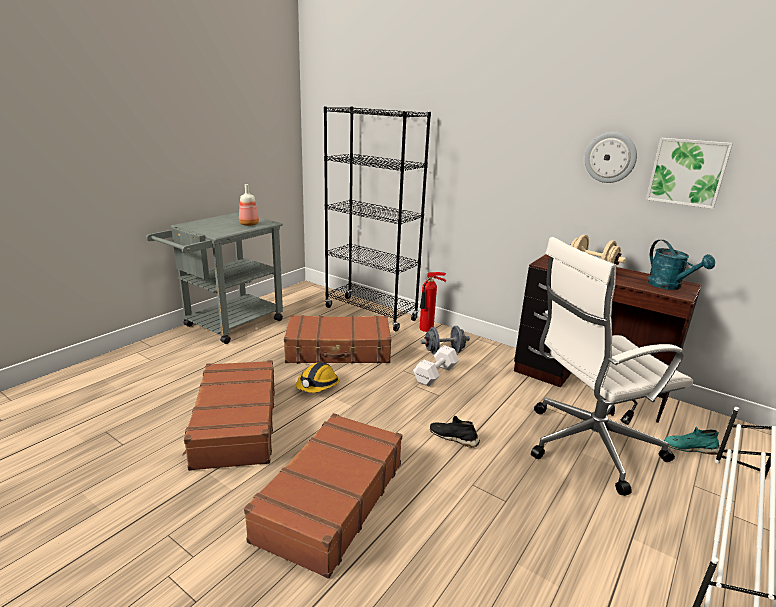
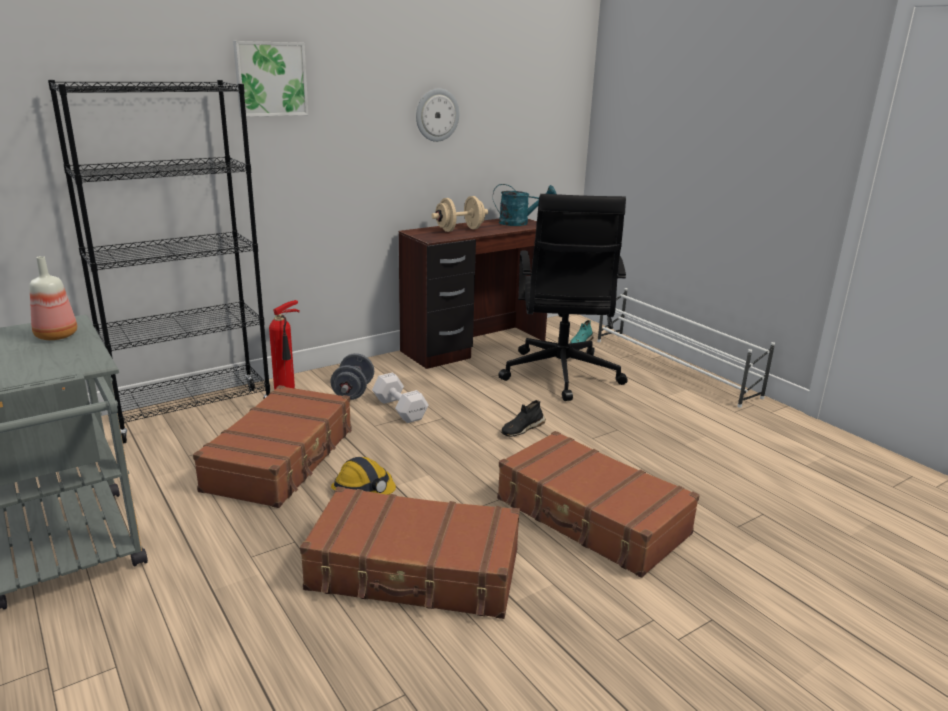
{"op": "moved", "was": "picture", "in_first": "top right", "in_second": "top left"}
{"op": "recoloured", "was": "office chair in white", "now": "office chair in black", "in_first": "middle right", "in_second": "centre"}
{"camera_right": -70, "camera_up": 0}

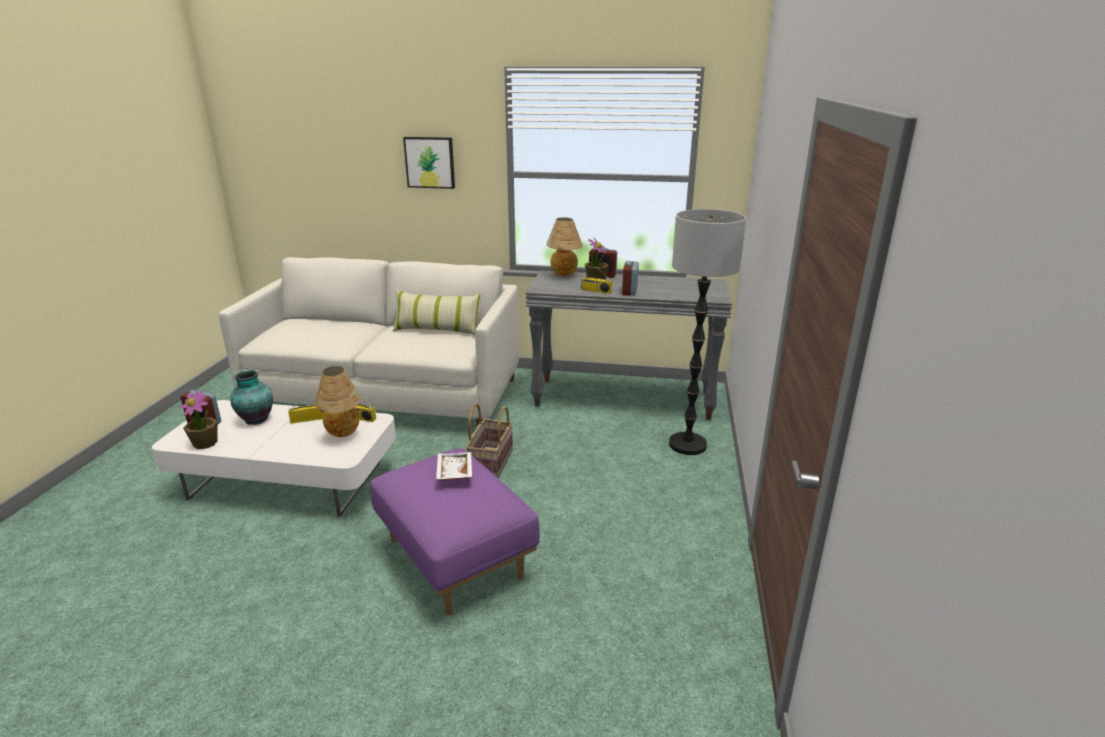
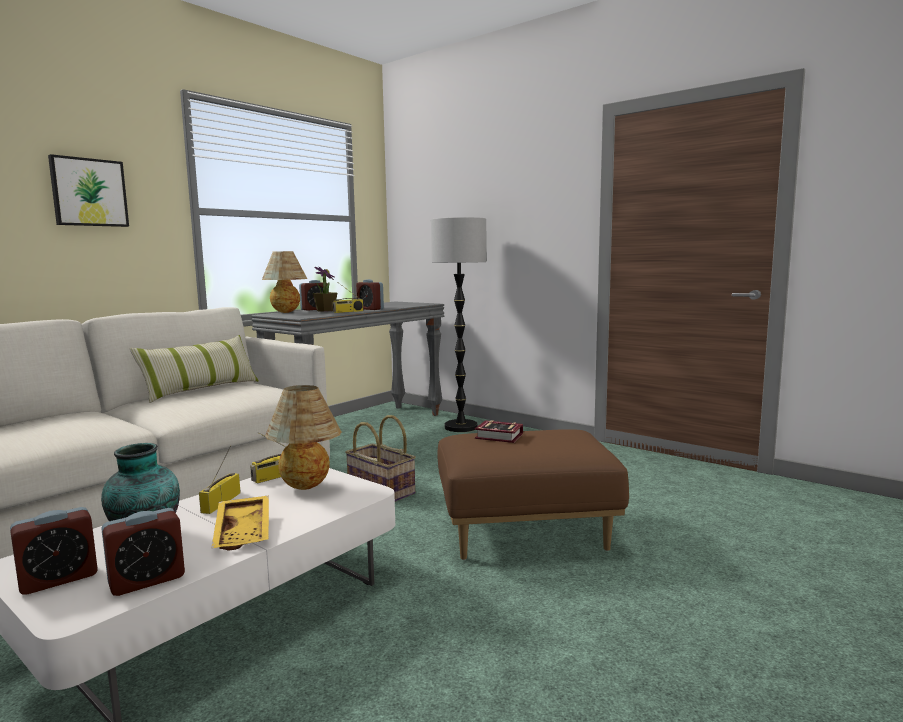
{"op": "added", "now": "tray in yellow", "in_second": "bottom left"}
{"op": "replaced", "was": "potted plant (1st from left)", "now": "alarm clock (2nd from left)", "in_first": "middle left", "in_second": "bottom left"}
{"op": "replaced", "was": "tray in white", "now": "book", "in_first": "centre", "in_second": "centre"}
{"op": "recoloured", "was": "ottoman in purple", "now": "ottoman in brown", "in_first": "bottom centre", "in_second": "bottom centre"}
{"camera_right": -60, "camera_up": -15}

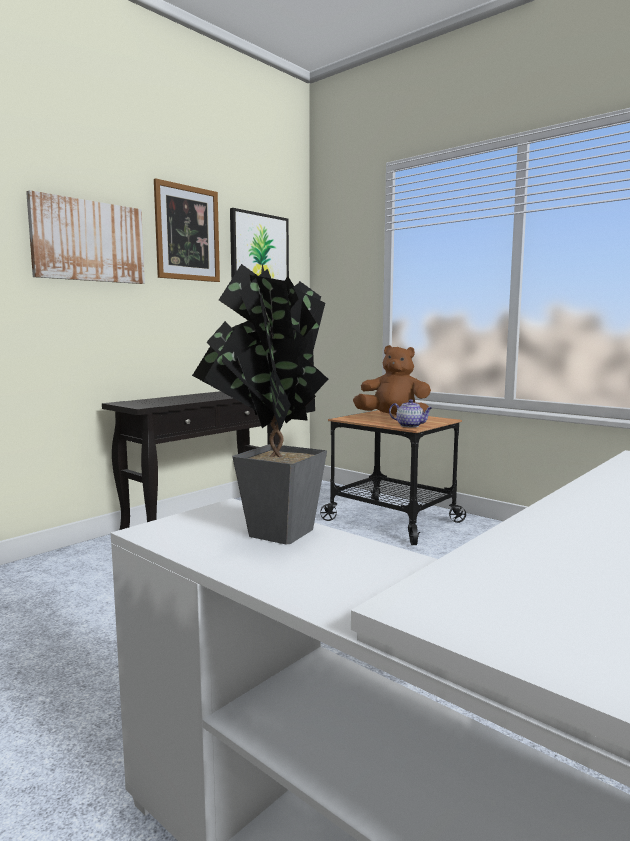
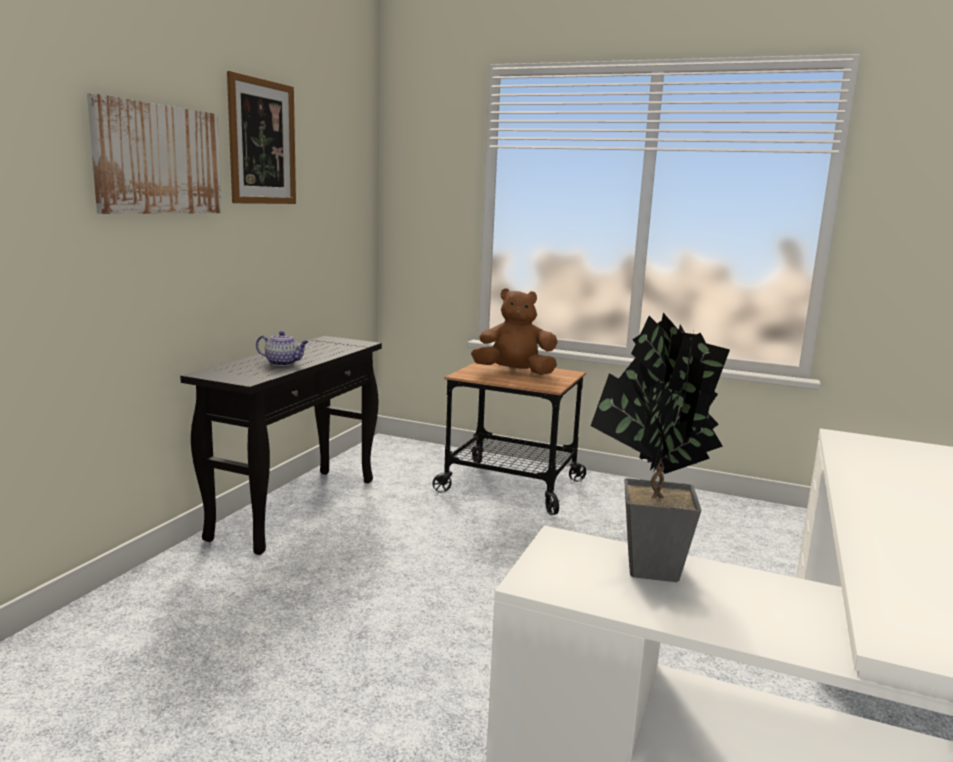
{"op": "removed", "was": "picture (3rd from left)", "in_first": "top centre"}
{"op": "moved", "was": "teapot", "in_first": "centre", "in_second": "middle left"}
{"camera_right": -20, "camera_up": 5}

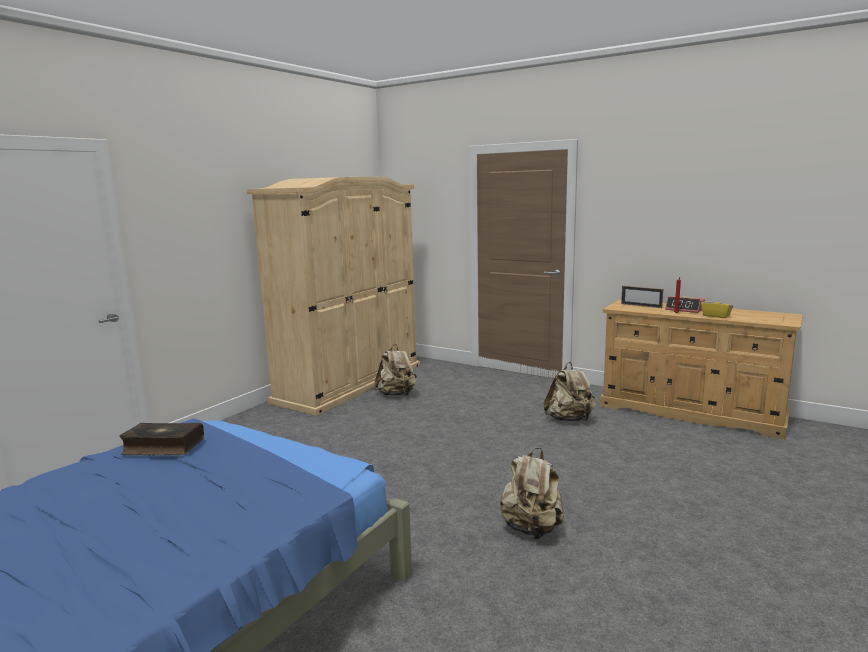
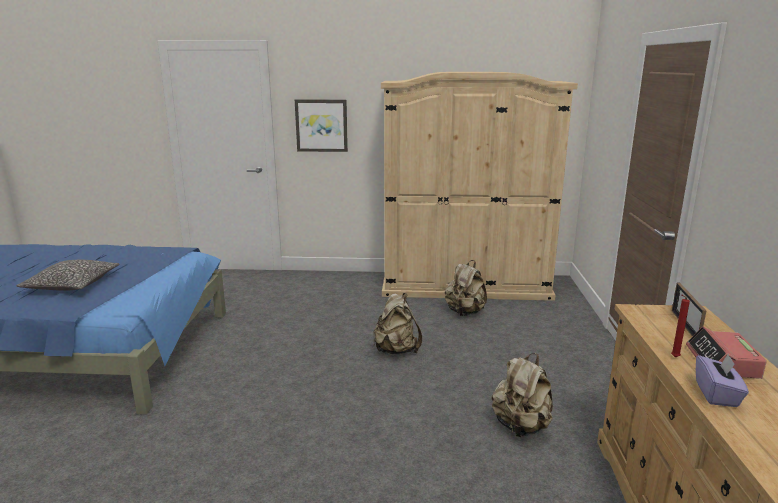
{"op": "removed", "was": "book", "in_first": "bottom left"}
{"op": "added", "now": "pillow", "in_second": "middle left"}
{"op": "added", "now": "picture", "in_second": "top centre"}
{"op": "moved", "was": "backpack in beige (2nd from left in the first image)", "now": "backpack in beige (1st from left)", "in_first": "bottom centre", "in_second": "centre"}
{"op": "recoloured", "was": "tissue box in yellow", "now": "tissue box in purple", "in_first": "middle right", "in_second": "bottom right"}
{"camera_right": 60, "camera_up": 5}

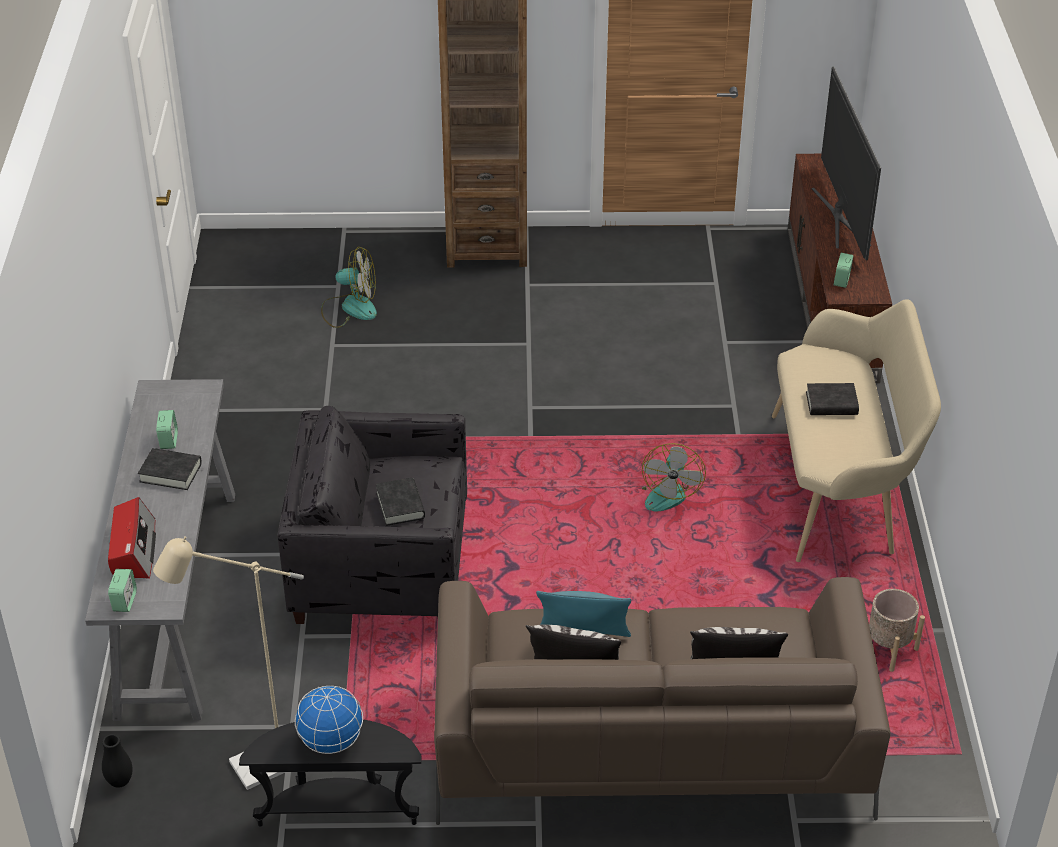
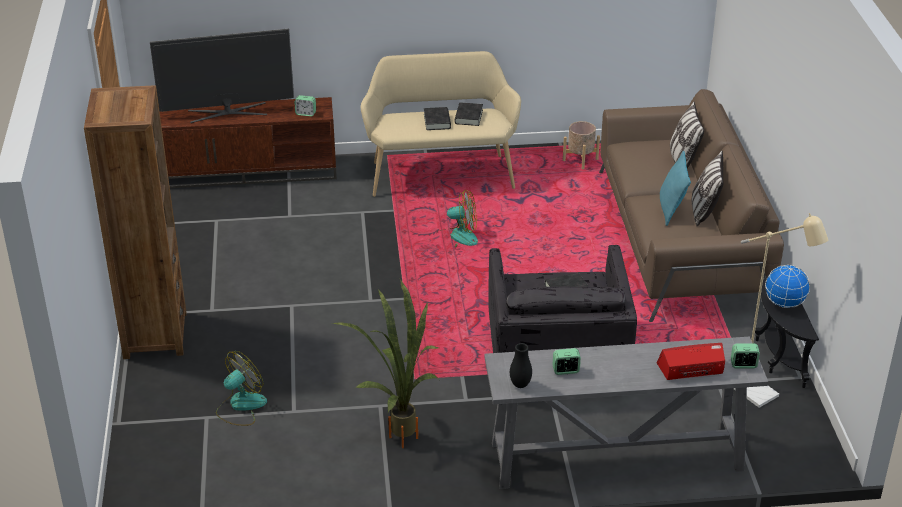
{"op": "added", "now": "potted plant", "in_second": "bottom centre"}
{"op": "moved", "was": "vase in black", "in_first": "bottom left", "in_second": "bottom centre"}
{"op": "moved", "was": "book in black (1st from left in the first image)", "now": "book in black (2nd from left)", "in_first": "middle left", "in_second": "top centre"}
{"op": "turned", "was": "fan (1st from left)", "in_first": "middle left", "in_second": "bottom left", "clockwise": 45}
{"camera_right": -95, "camera_up": -5}

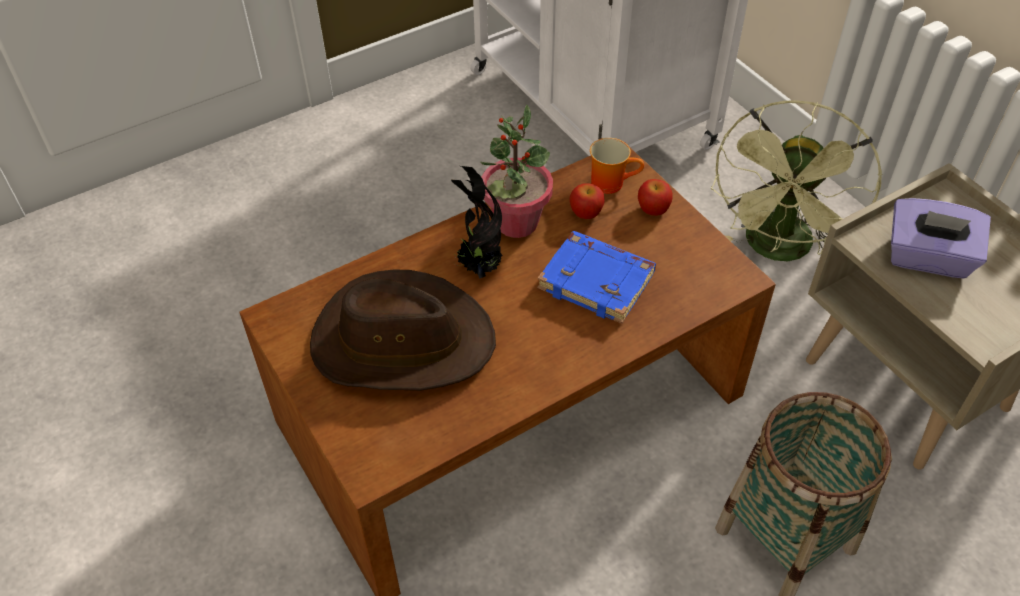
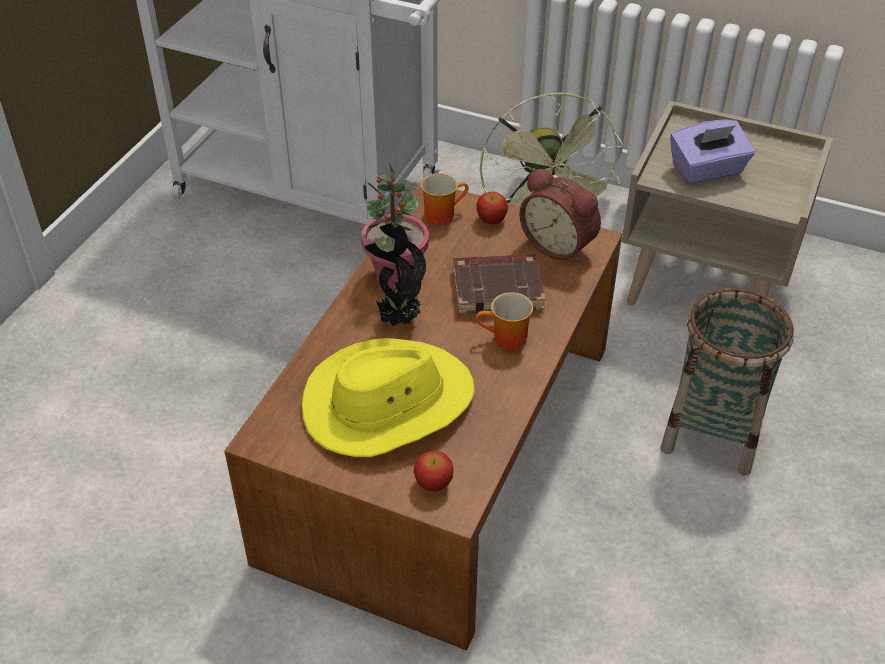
{"op": "added", "now": "mug (2nd from left)", "in_second": "centre"}
{"op": "added", "now": "alarm clock", "in_second": "top centre"}
{"op": "moved", "was": "apple (1st from left)", "in_first": "centre", "in_second": "bottom centre"}
{"op": "recoloured", "was": "hat in brown", "now": "hat in yellow", "in_first": "centre", "in_second": "centre"}
{"op": "recoloured", "was": "book in blue", "now": "book in brown", "in_first": "centre", "in_second": "centre"}
{"camera_right": -35, "camera_up": -5}

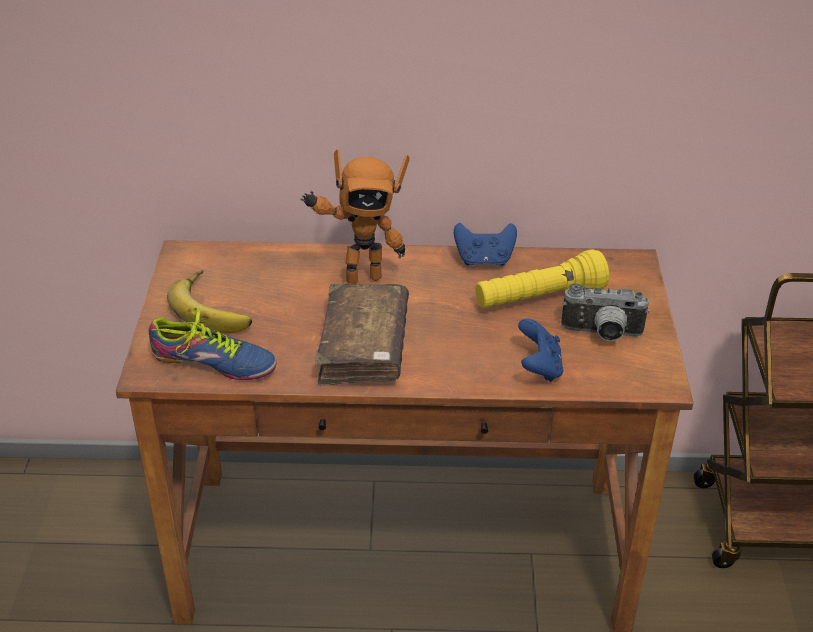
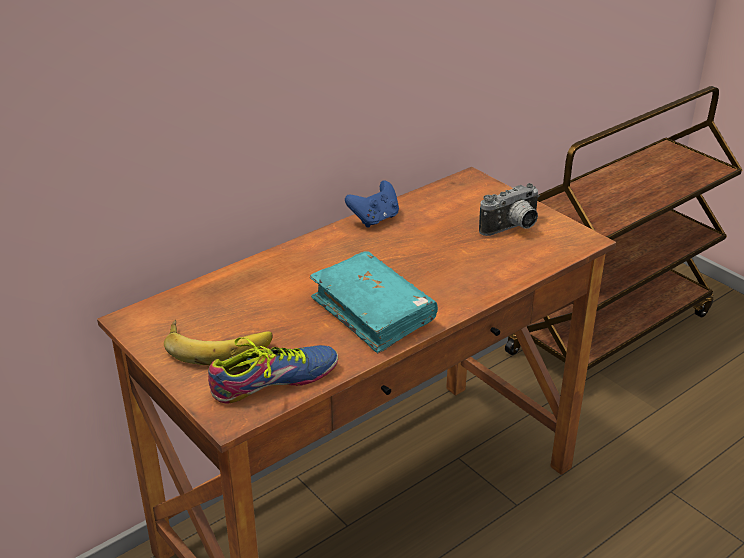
{"op": "removed", "was": "toy robot", "in_first": "centre"}
{"op": "removed", "was": "flashlight in yellow", "in_first": "middle right"}
{"op": "removed", "was": "game controller in blue (2nd from left)", "in_first": "centre"}
{"op": "recoloured", "was": "book in brown", "now": "book in turquoise", "in_first": "centre", "in_second": "centre"}
{"camera_right": -40, "camera_up": -5}

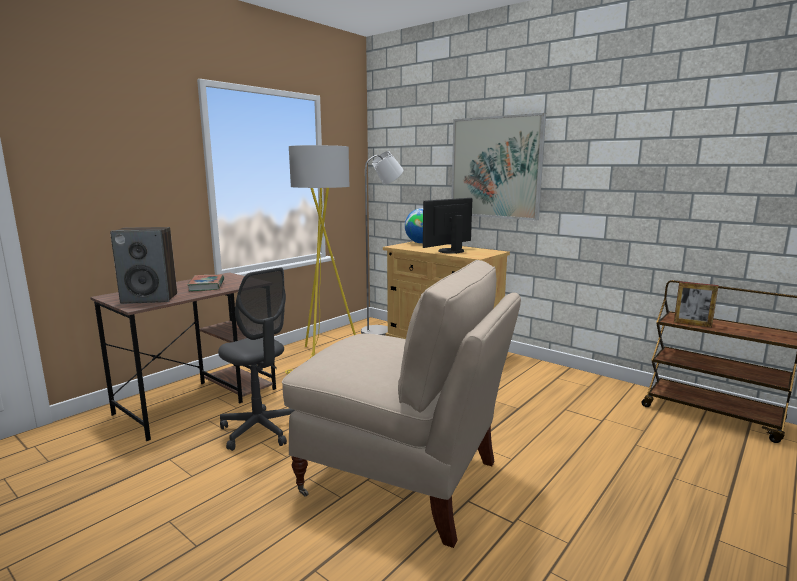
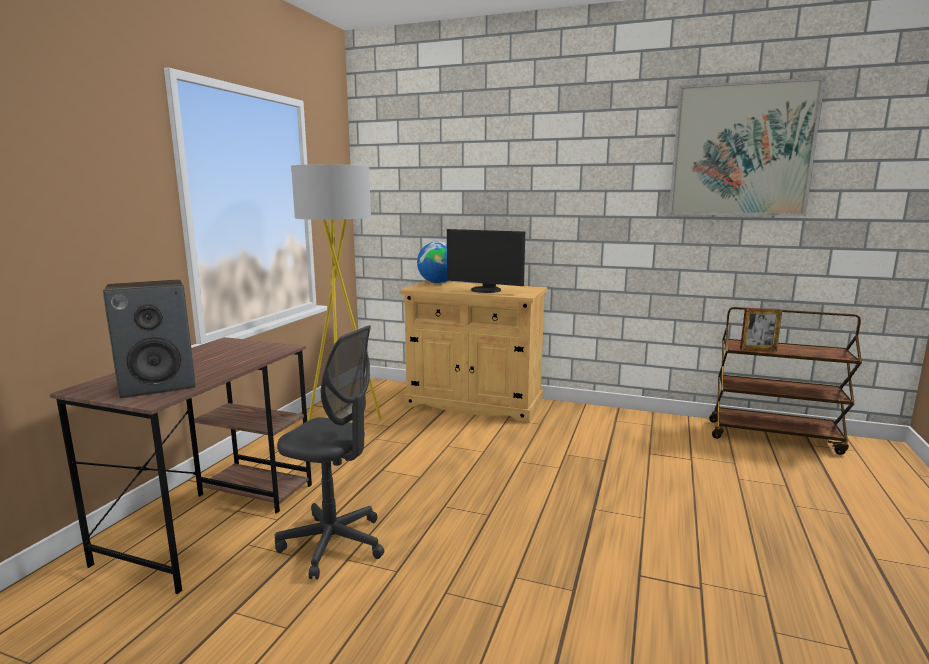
{"op": "removed", "was": "book", "in_first": "middle left"}
{"op": "removed", "was": "chair in beige", "in_first": "bottom centre"}
{"op": "removed", "was": "floor lamp in grey", "in_first": "centre"}
{"op": "moved", "was": "picture", "in_first": "top centre", "in_second": "top right"}
{"op": "turned", "was": "monitor", "in_first": "centre", "in_second": "centre", "clockwise": -90}
{"camera_right": -20, "camera_up": 0}

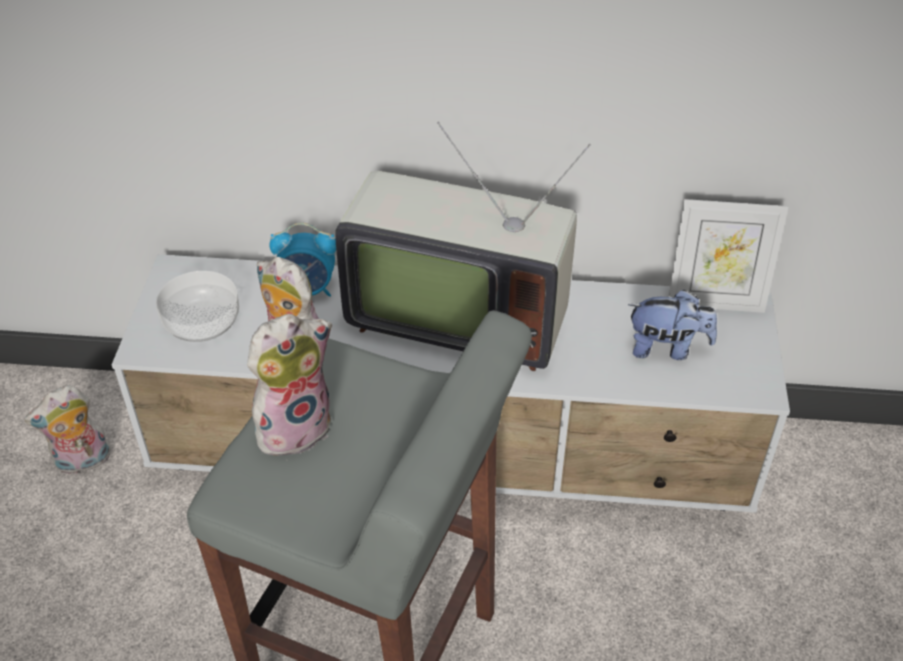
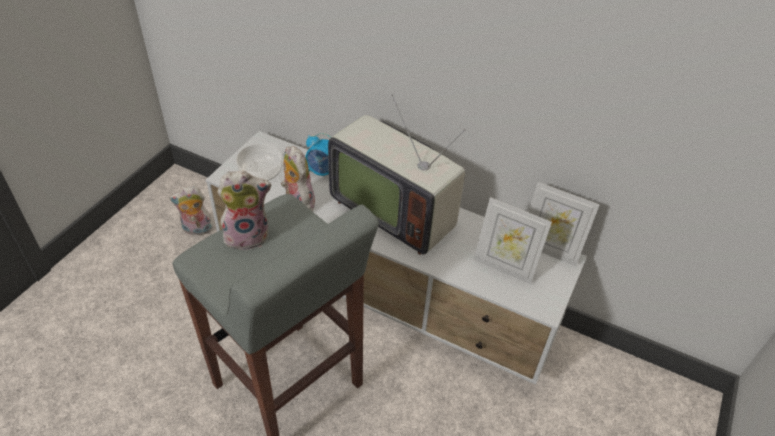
{"op": "replaced", "was": "plush toy (4th from left)", "now": "picture frame (1st from left)", "in_first": "middle right", "in_second": "centre"}
{"camera_right": 20, "camera_up": 0}

